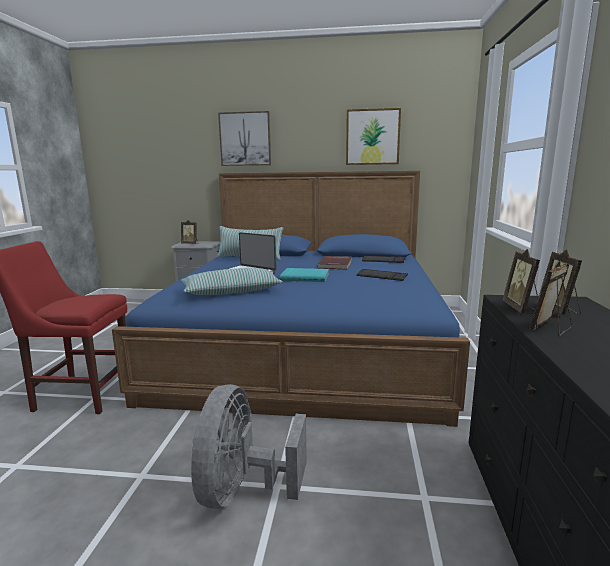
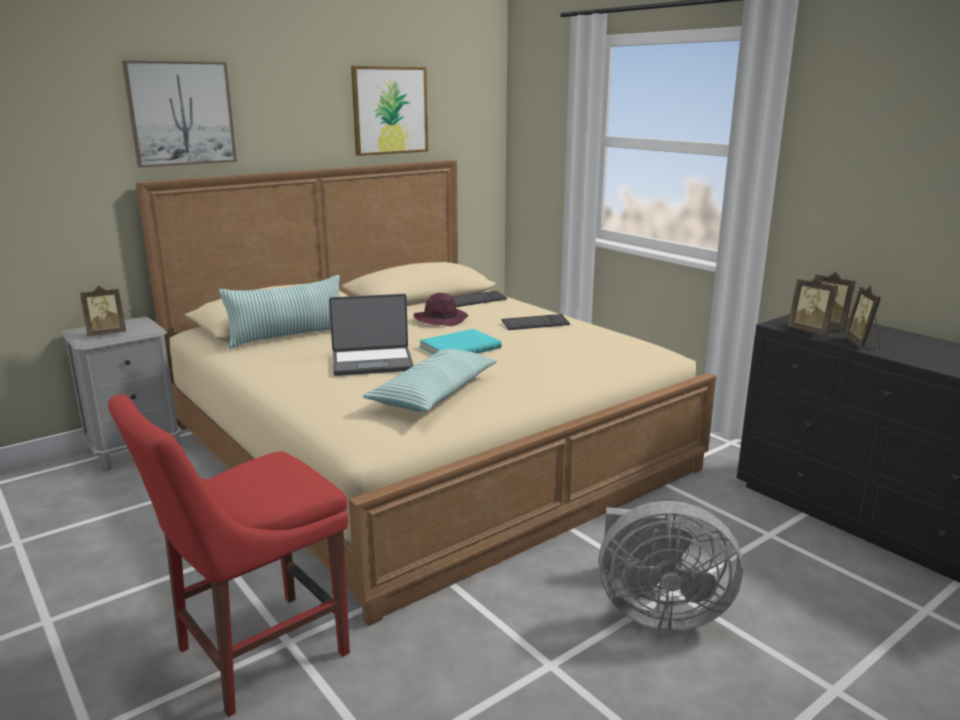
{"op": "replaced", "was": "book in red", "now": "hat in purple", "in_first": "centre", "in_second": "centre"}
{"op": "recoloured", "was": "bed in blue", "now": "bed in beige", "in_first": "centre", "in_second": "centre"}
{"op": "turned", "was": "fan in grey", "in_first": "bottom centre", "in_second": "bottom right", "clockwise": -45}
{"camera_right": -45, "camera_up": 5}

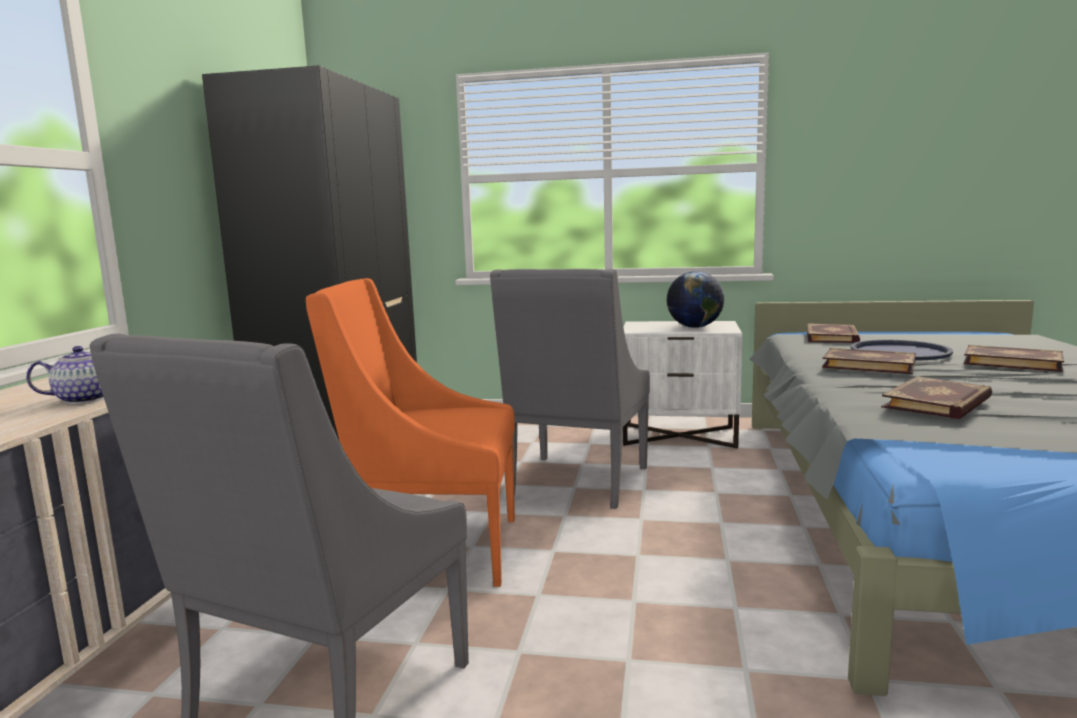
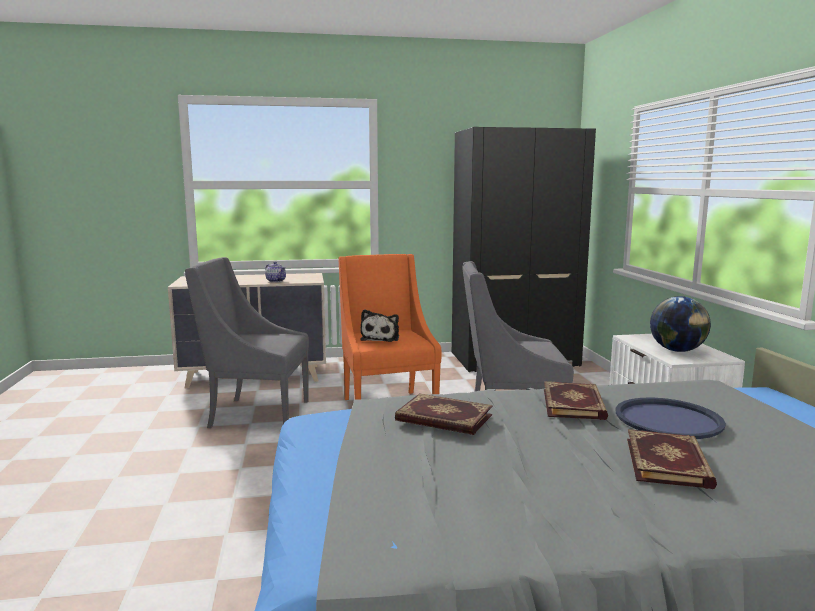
{"op": "removed", "was": "book (1st from left)", "in_first": "middle right"}
{"op": "added", "now": "plush toy", "in_second": "centre"}
{"camera_right": 70, "camera_up": 0}

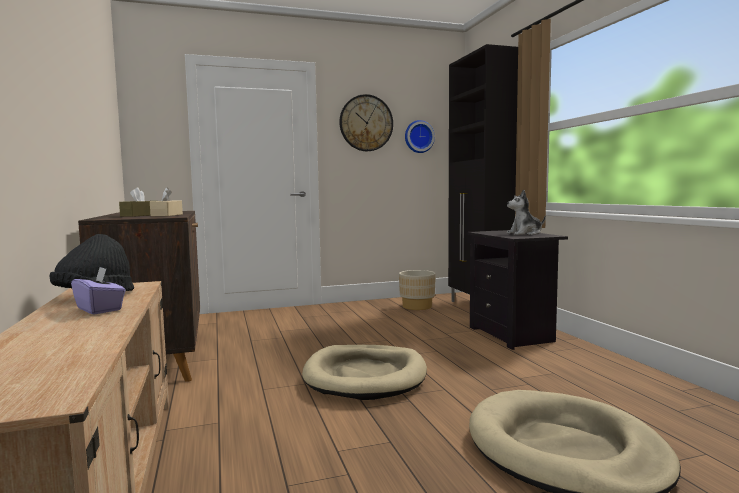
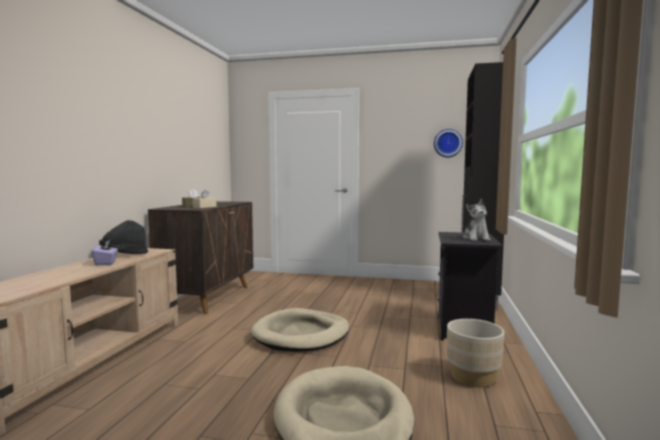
{"op": "removed", "was": "wall clock (1st from left)", "in_first": "top centre"}
{"op": "moved", "was": "planter in beige", "in_first": "centre", "in_second": "bottom right"}
{"op": "turned", "was": "plush toy", "in_first": "middle right", "in_second": "middle right", "clockwise": -105}
{"camera_right": 30, "camera_up": 0}

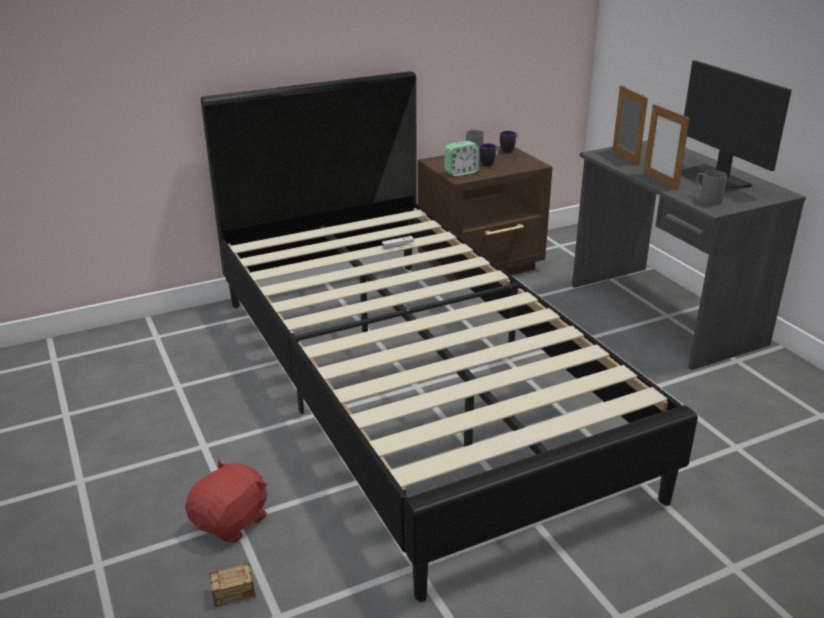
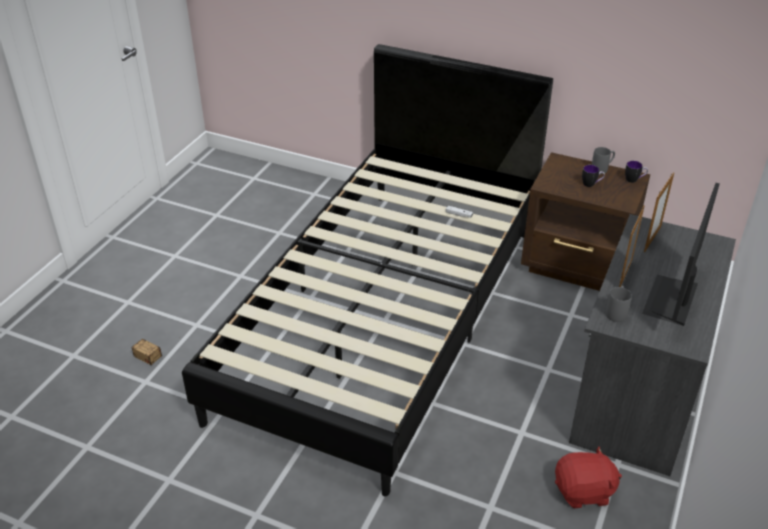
{"op": "removed", "was": "alarm clock", "in_first": "top centre"}
{"op": "moved", "was": "plush toy in red", "in_first": "bottom left", "in_second": "bottom right"}
{"camera_right": 50, "camera_up": 10}

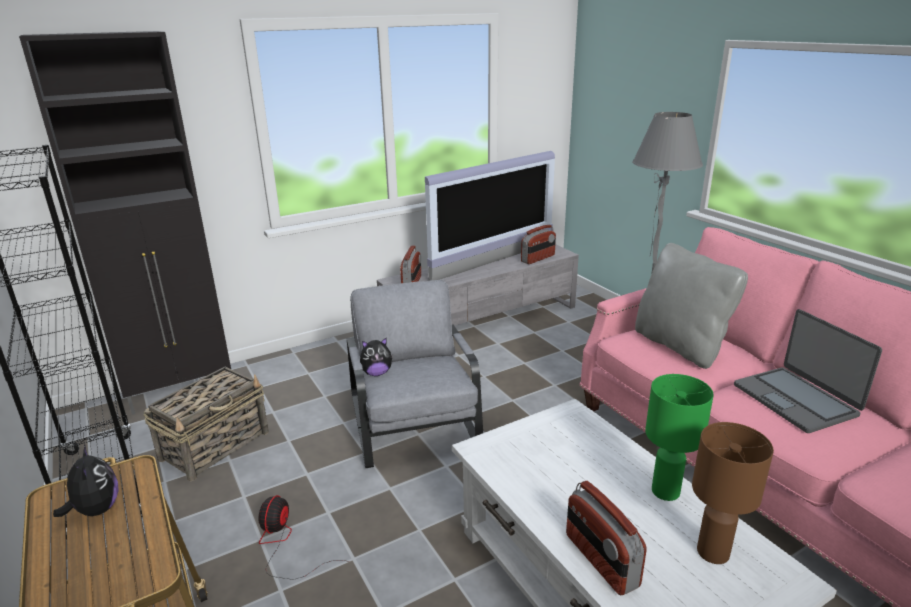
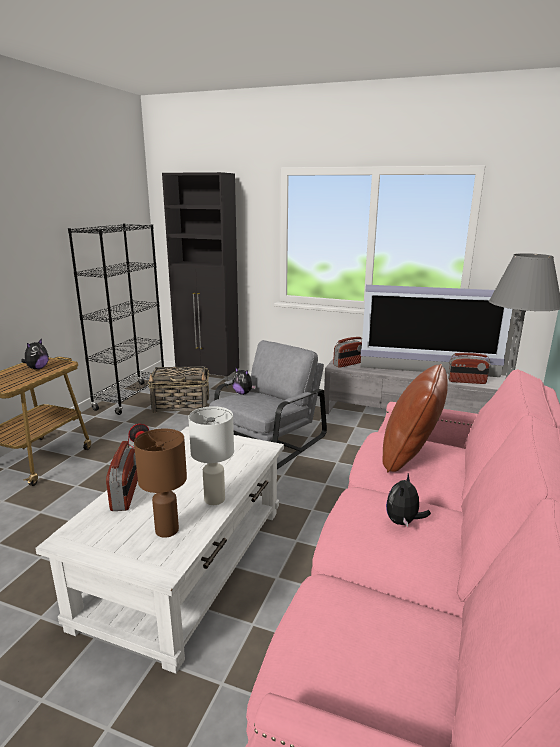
{"op": "replaced", "was": "laptop", "now": "plush toy (3rd from left)", "in_first": "middle right", "in_second": "bottom right"}
{"op": "recoloured", "was": "pillow in grey", "now": "pillow in brown", "in_first": "middle right", "in_second": "middle right"}
{"op": "recoloured", "was": "table lamp in green", "now": "table lamp in white", "in_first": "bottom right", "in_second": "centre"}
{"op": "turned", "was": "radio (3rd from left in the first image)", "in_first": "bottom centre", "in_second": "middle left", "clockwise": 150}
{"camera_right": 50, "camera_up": -5}

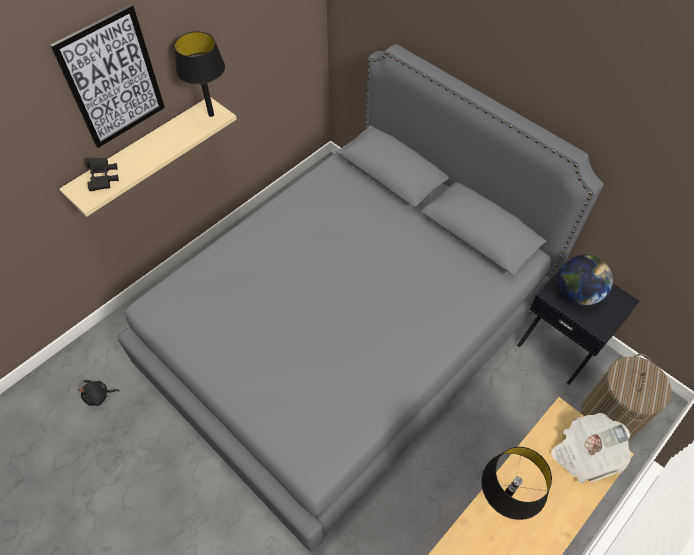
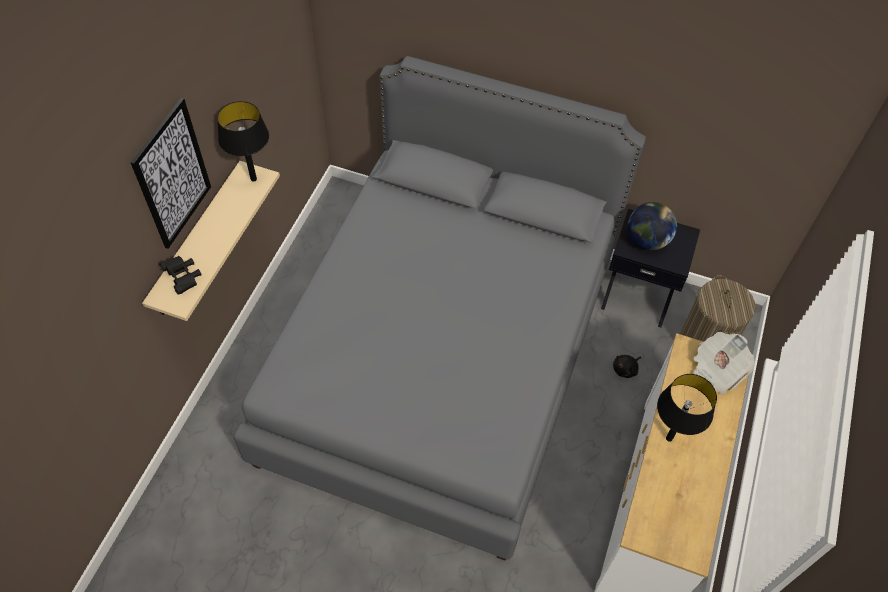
{"op": "moved", "was": "plush toy in black", "in_first": "bottom left", "in_second": "middle right"}
{"camera_right": -25, "camera_up": 0}

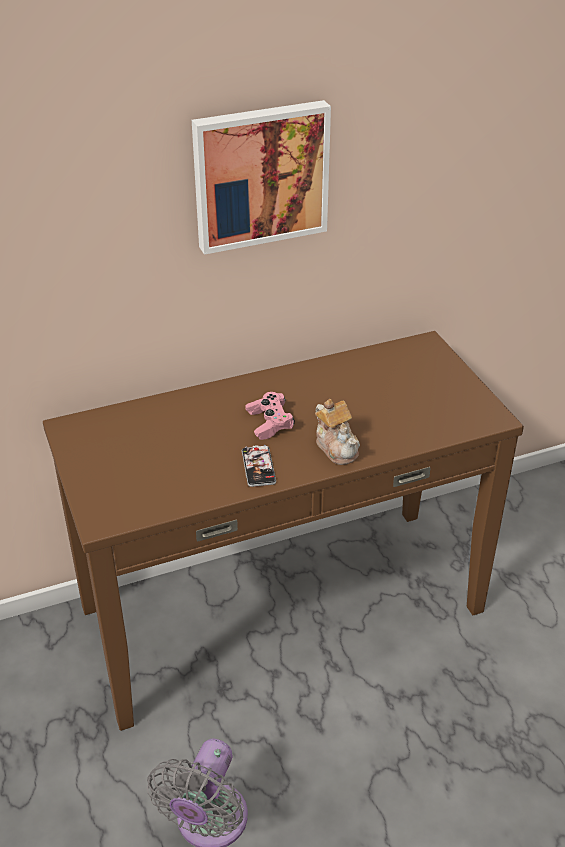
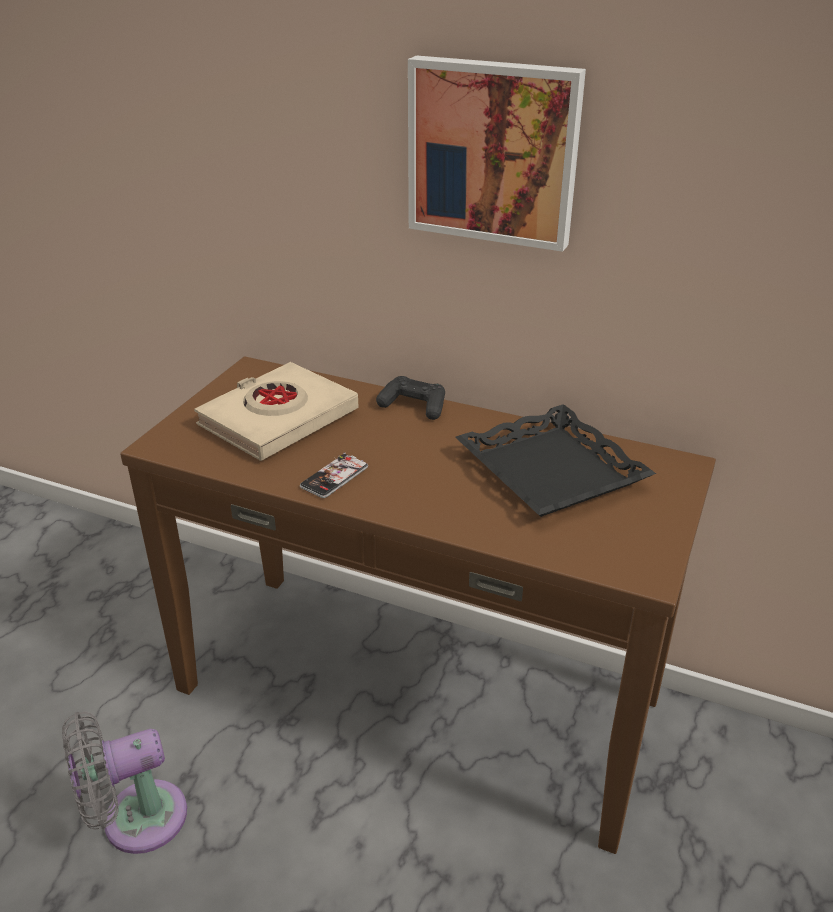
{"op": "removed", "was": "game controller in pink", "in_first": "centre"}
{"op": "removed", "was": "teapot", "in_first": "centre"}
{"op": "added", "now": "book in beige", "in_second": "middle left"}
{"op": "added", "now": "game controller in black", "in_second": "centre"}
{"op": "added", "now": "tray in black", "in_second": "centre"}
{"camera_right": 45, "camera_up": -5}

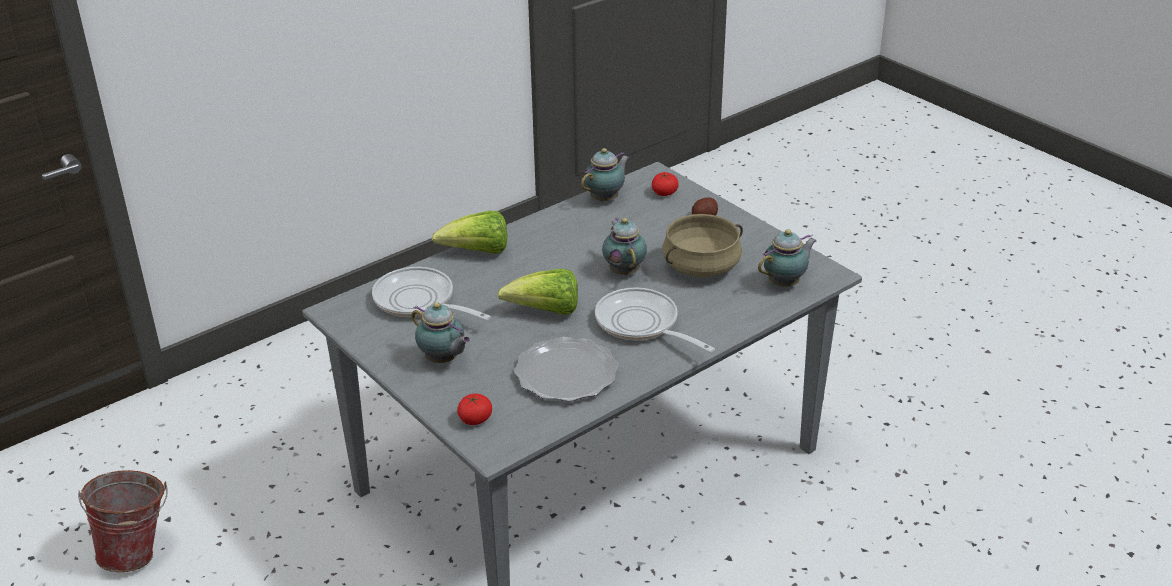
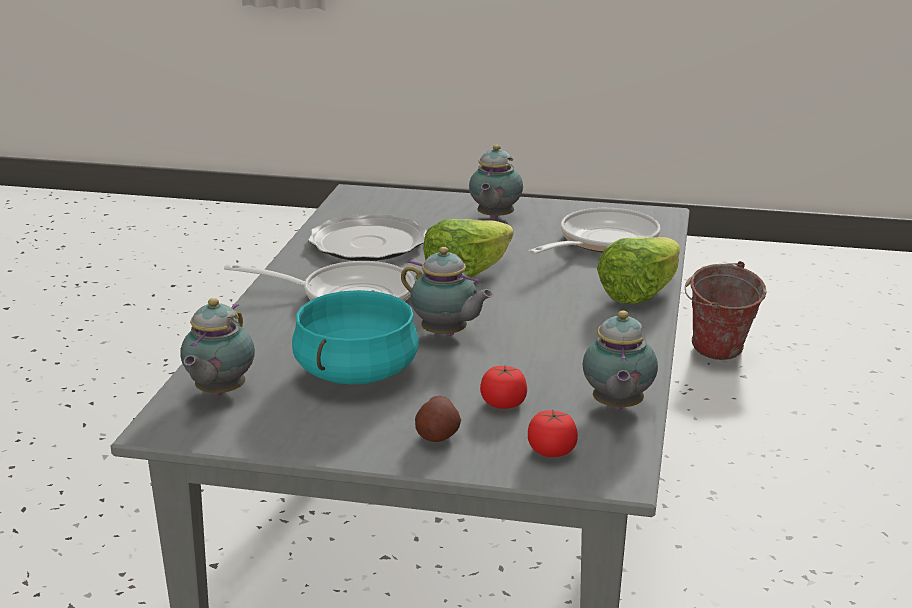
{"op": "moved", "was": "tomato (1st from left)", "in_first": "bottom centre", "in_second": "centre"}
{"op": "recoloured", "was": "cooking pot in beige", "now": "cooking pot in turquoise", "in_first": "centre", "in_second": "centre"}
{"op": "turned", "was": "frying pan (1st from left in the first image)", "in_first": "centre", "in_second": "centre", "clockwise": -45}
{"op": "turned", "was": "teapot (1st from left in the first image)", "in_first": "centre", "in_second": "top centre", "clockwise": -75}
{"camera_right": 140, "camera_up": -10}

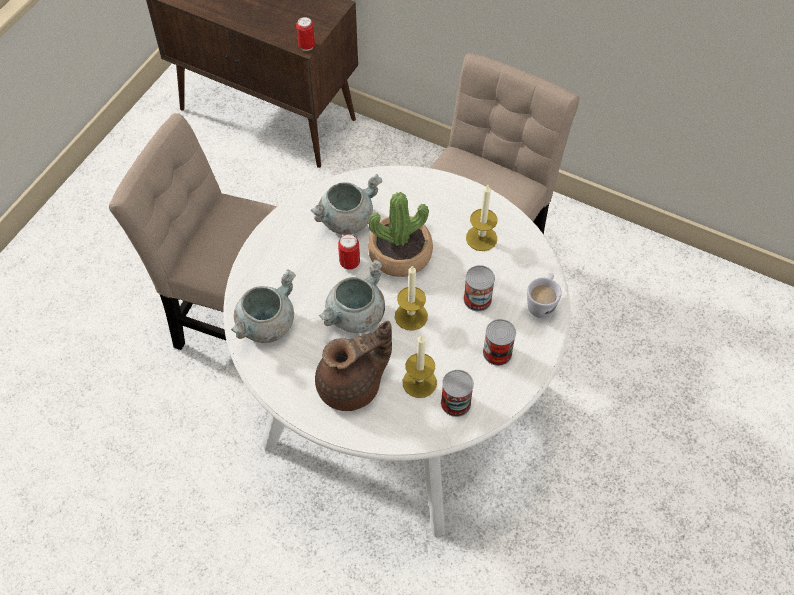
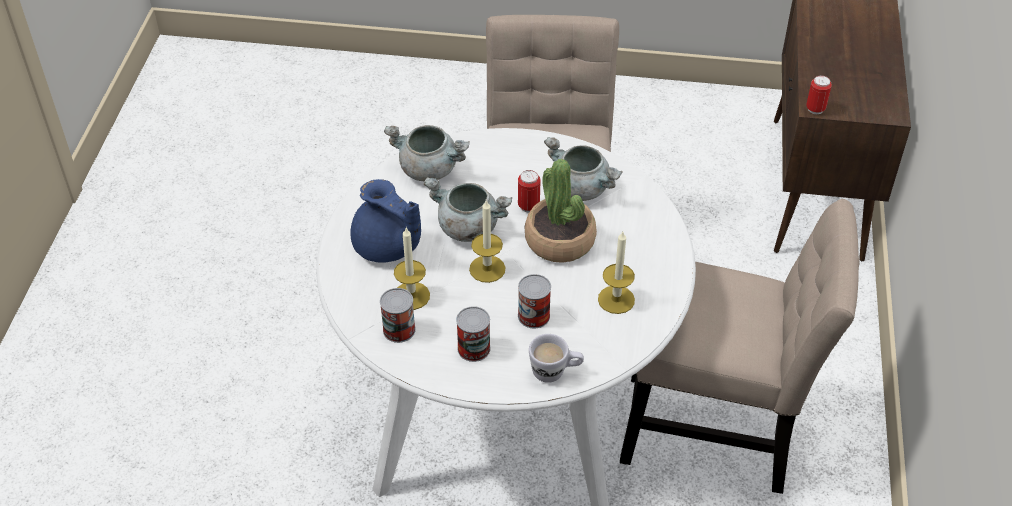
{"op": "recoloured", "was": "teapot in brown", "now": "teapot in blue", "in_first": "centre", "in_second": "centre"}
{"camera_right": 70, "camera_up": -10}

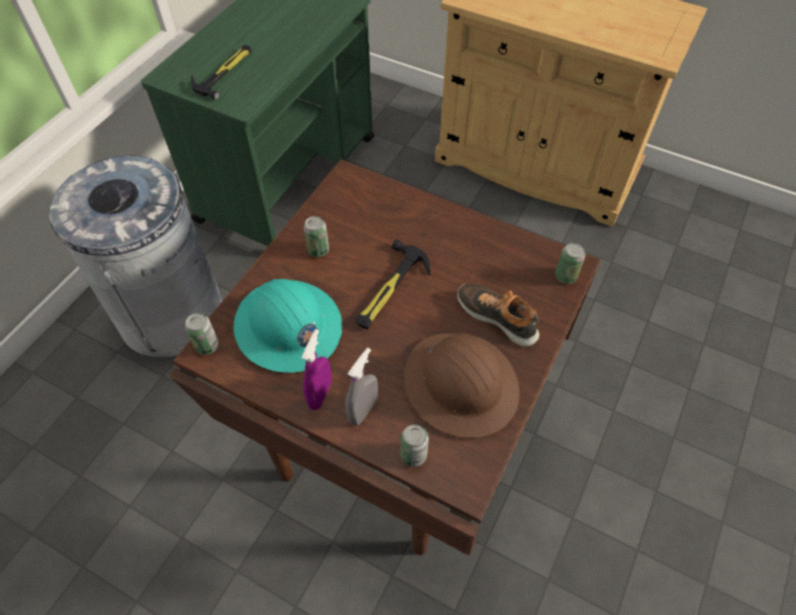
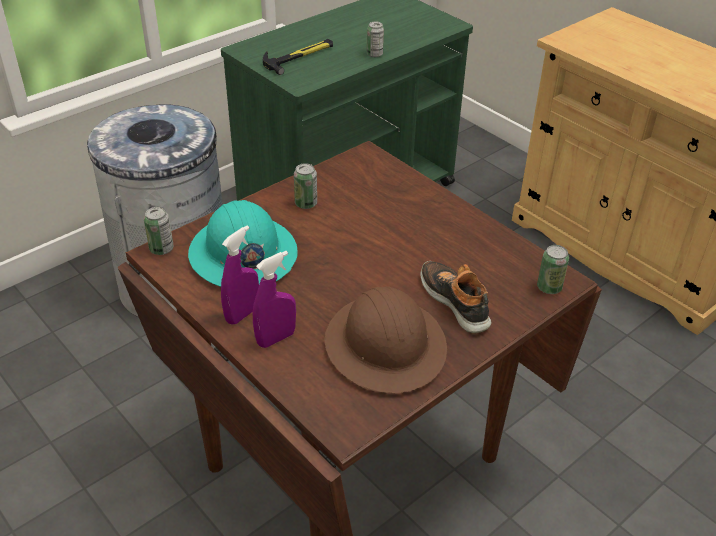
{"op": "removed", "was": "hammer (2nd from left)", "in_first": "centre"}
{"op": "moved", "was": "can (3rd from left)", "in_first": "bottom centre", "in_second": "top centre"}
{"op": "recoloured", "was": "spray bottle in grey", "now": "spray bottle in purple (2nd from left)", "in_first": "centre", "in_second": "centre"}
{"camera_right": 20, "camera_up": -15}

